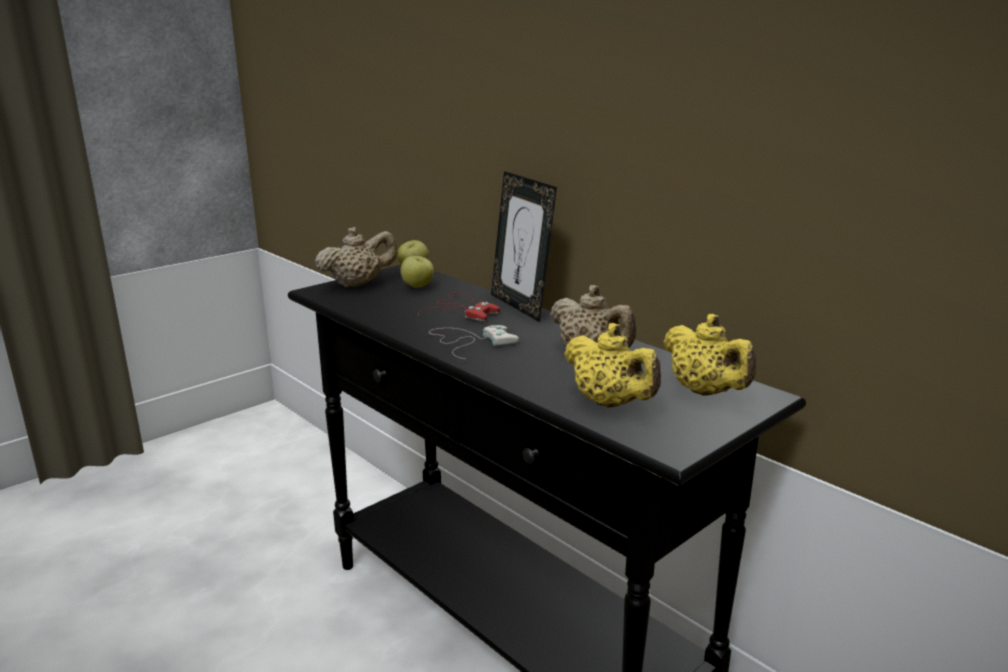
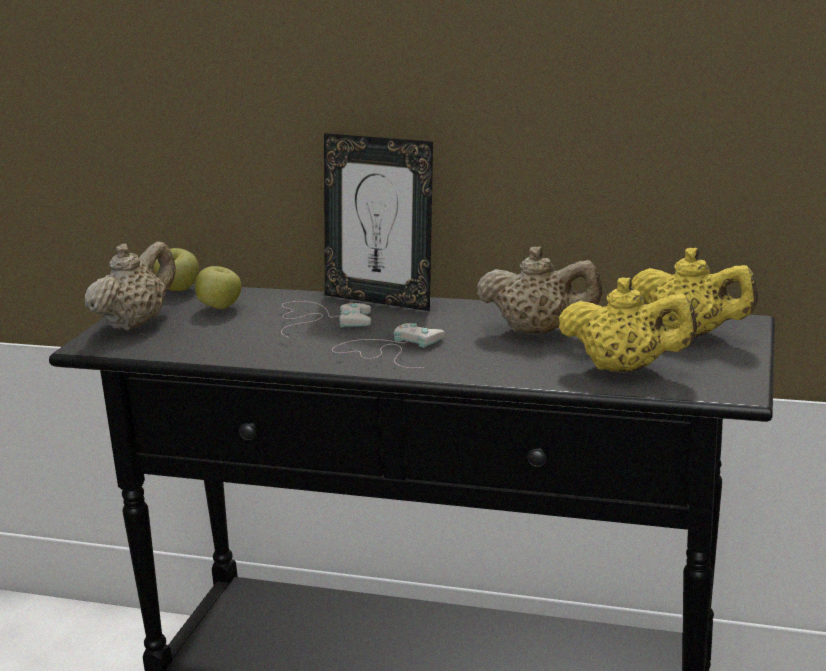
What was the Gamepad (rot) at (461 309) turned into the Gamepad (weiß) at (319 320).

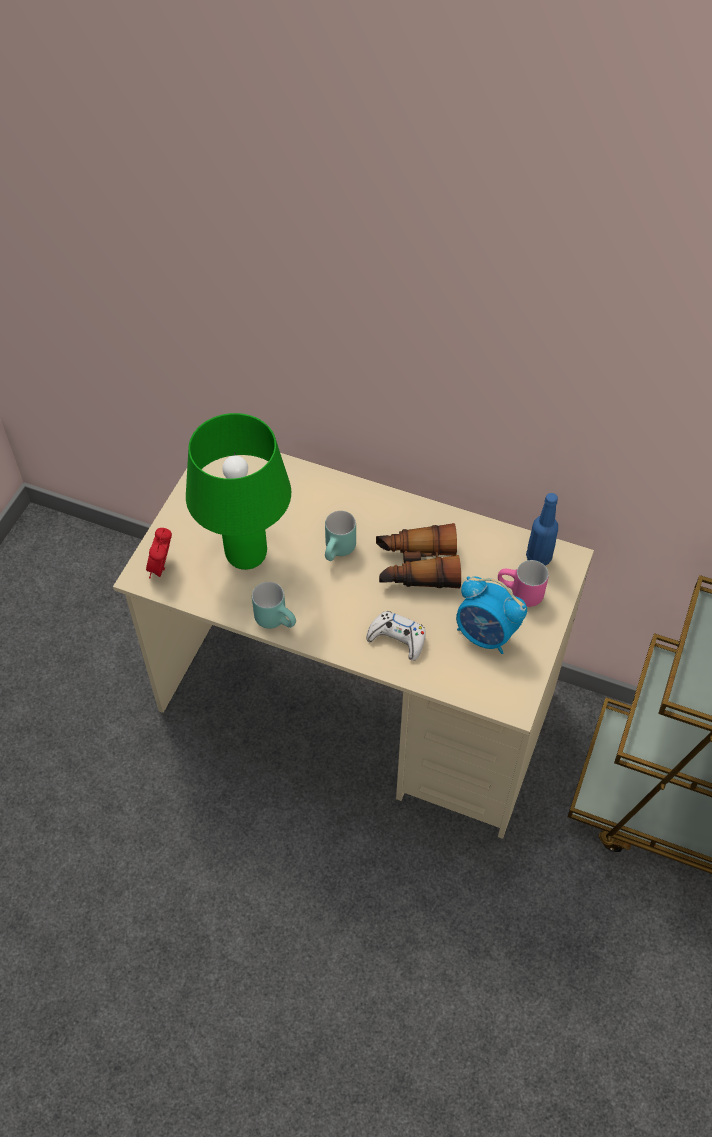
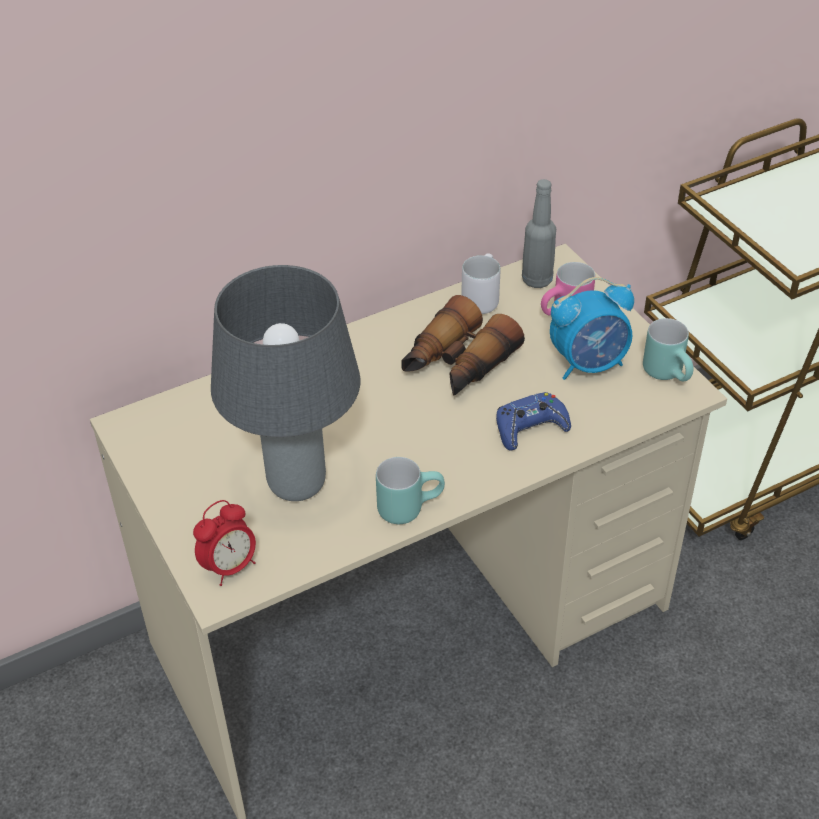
The Wecker at (162 568) ended up facing another way, 90 degrees counterclockwise from before.
What was the Tischlampe (grün) at (245 556) turned into the Tischlampe (grau) at (296 485).
The second view gained the Henkelbecher (weiß) at (479 298).
What was the Gamepad (weiß) at (397 639) turned into the Gamepad (blau) at (530 427).
What was the Flasche (blau) at (538 557) turned into the Flasche (grau) at (537 280).
The Henkelbecher (türkis) ended up elsewhere, having gone from (339 552) to (670 374).

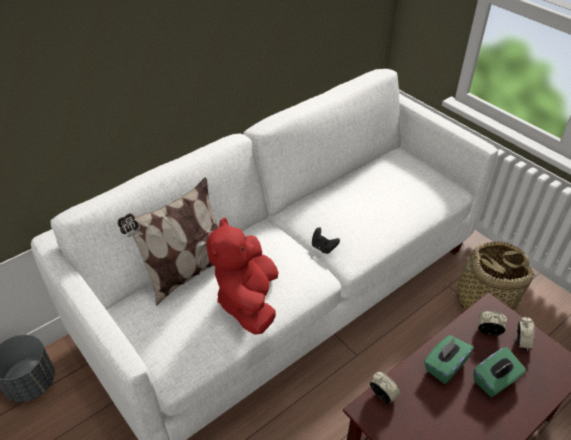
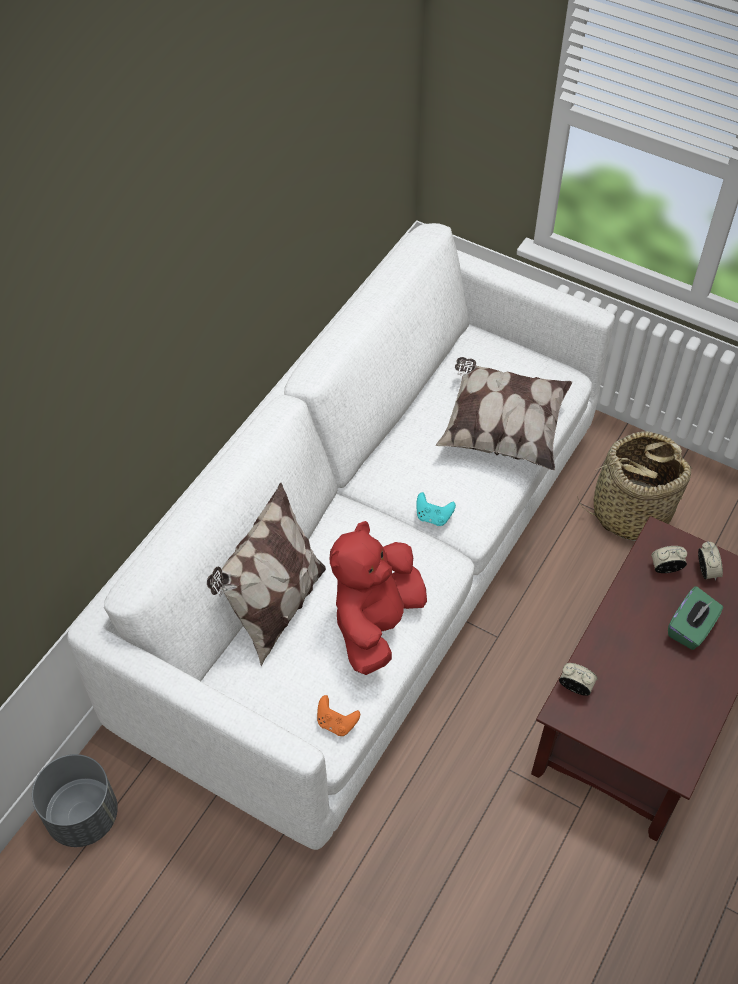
The second view gained the Gamepad (orange) at (336 723).
The Plüschtier (rot) at (248 301) ended up facing another way, 45 degrees clockwise from before.
What was the Gamepad (schwarz) at (323 247) turned into the Gamepad (türkis) at (433 517).
The second view gained the Kissen at (501 429).
The second view lost the Taschentuchbox (grün) at (444 366).

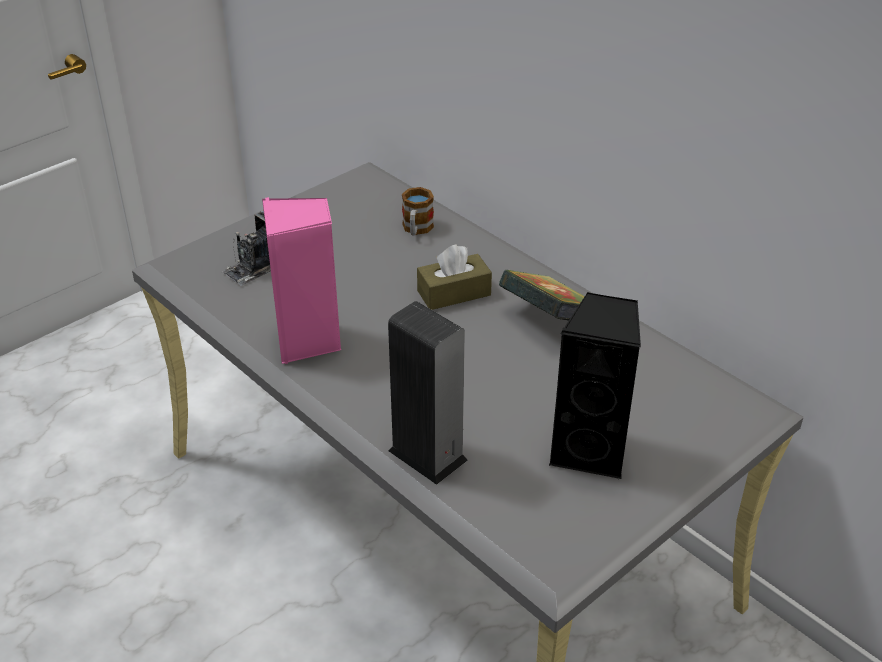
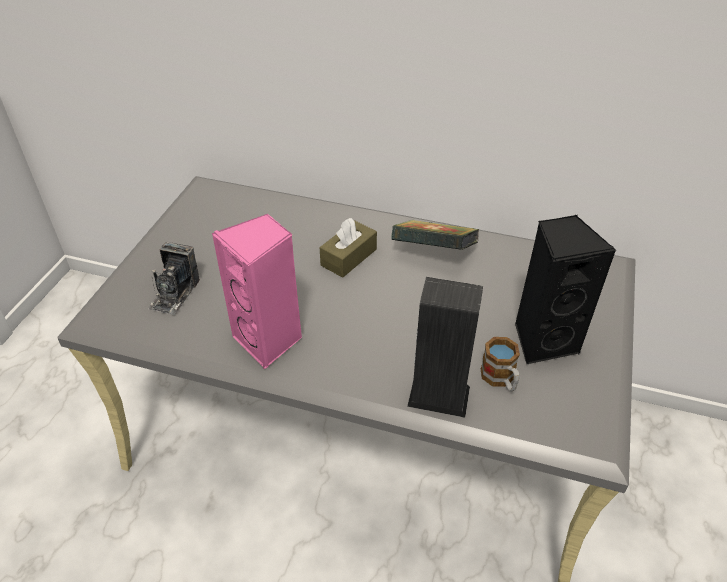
The Henkelbecher ended up elsewhere, having gone from (416 229) to (500 379).

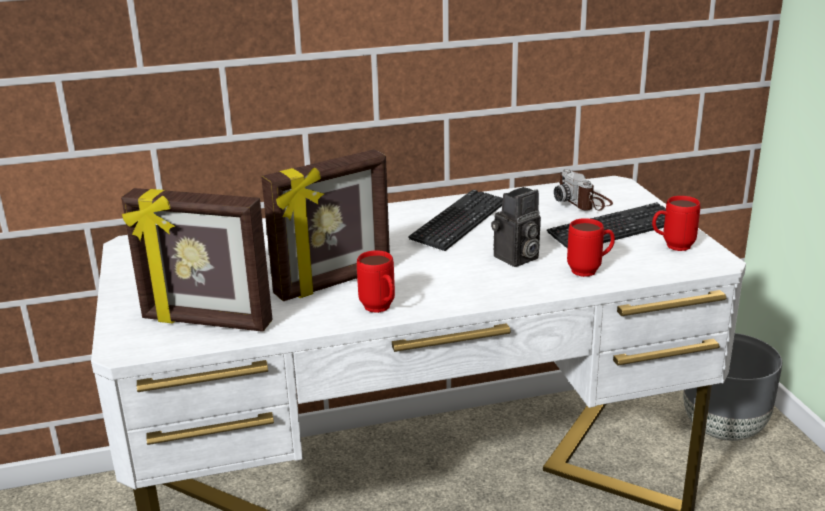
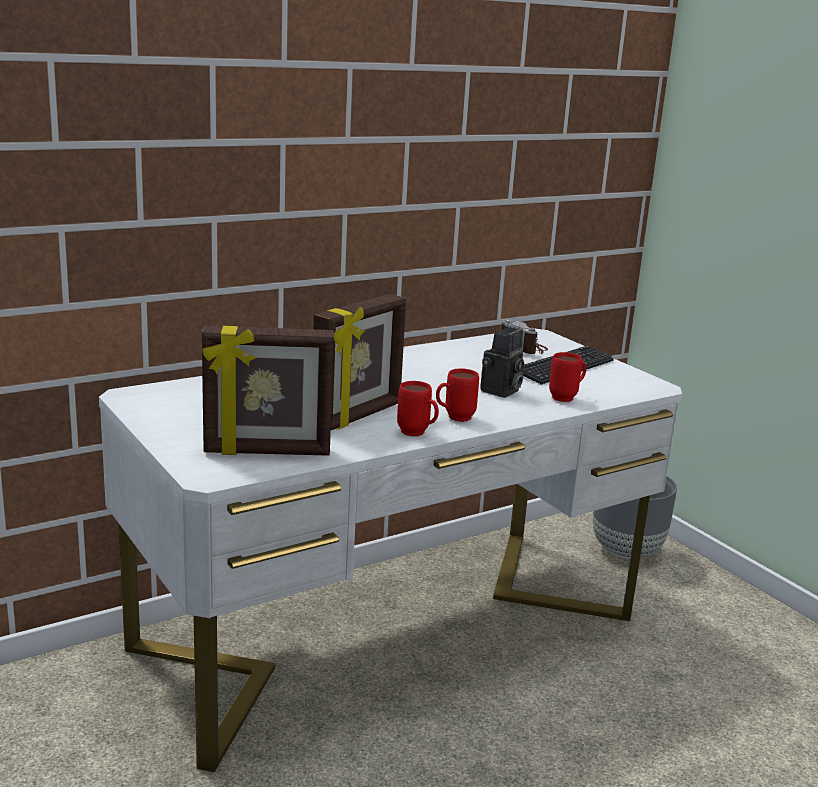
The Henkelbecher (rot) ended up elsewhere, having gone from (671 247) to (454 418).
The second view lost the Tastatur at (459 222).

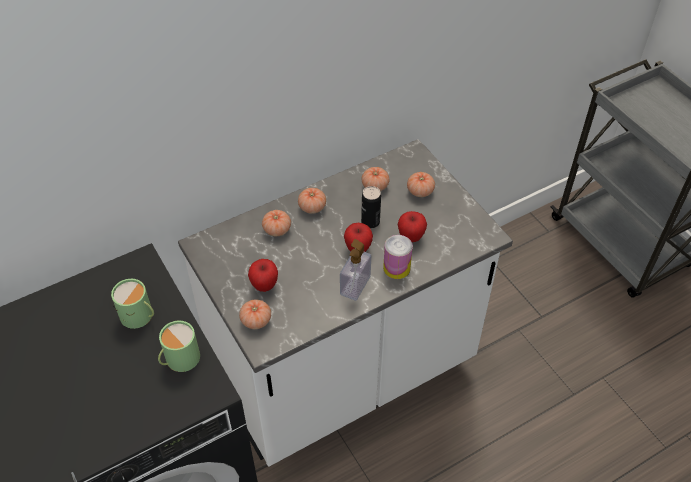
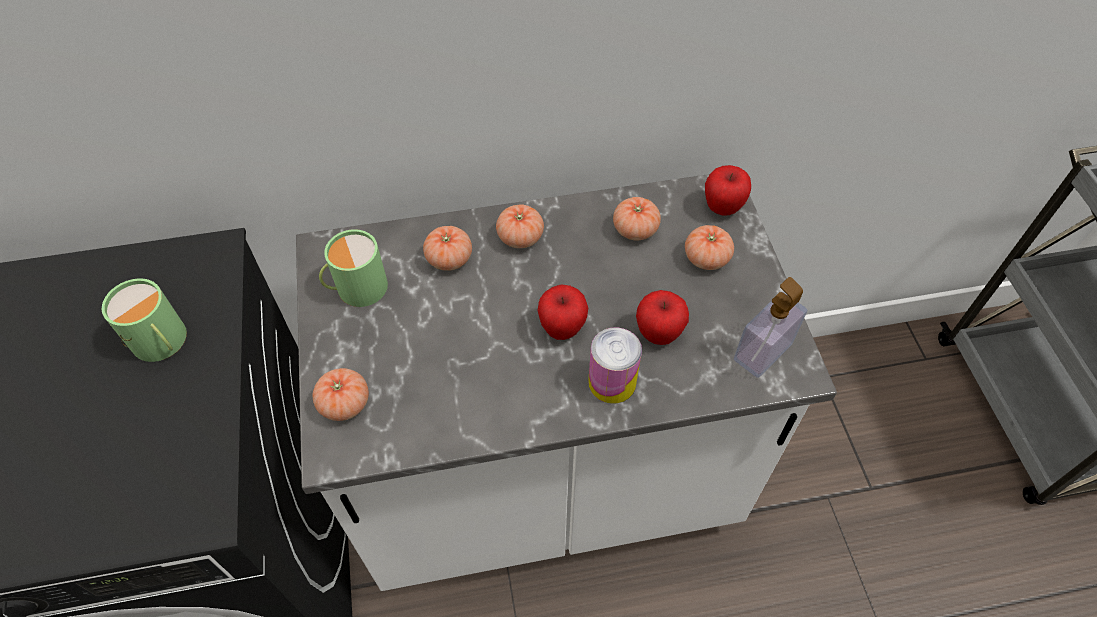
The Henkelbecher (grün) ended up elsewhere, having gone from (179 359) to (356 287).
The Apfel ended up elsewhere, having gone from (264 285) to (722 208).
The Seifenspender ended up elsewhere, having gone from (355 285) to (763 351).
The second view lost the Dose at (370 222).

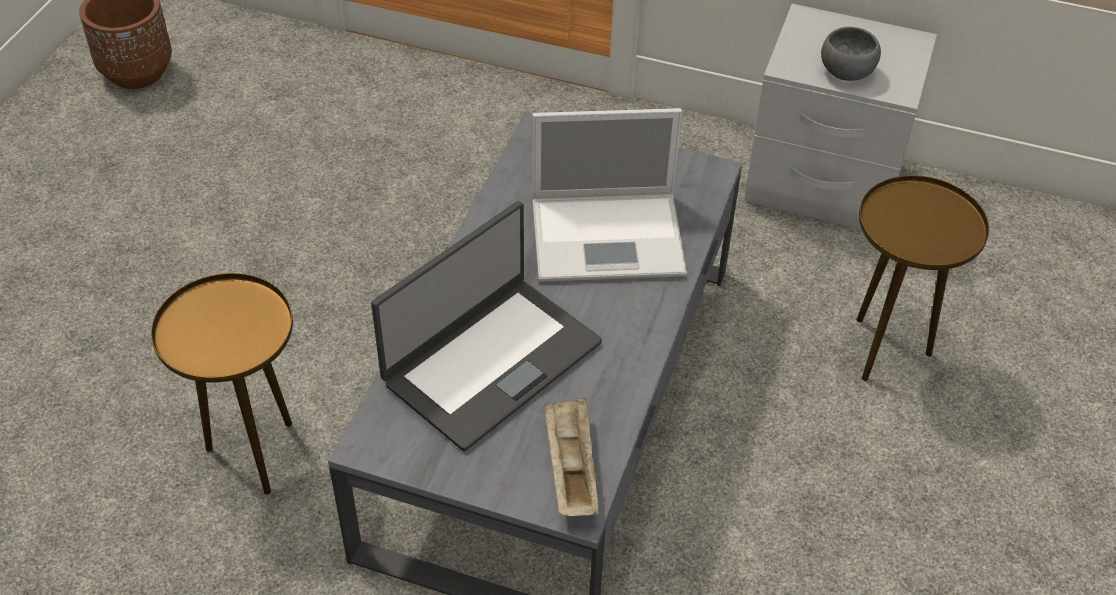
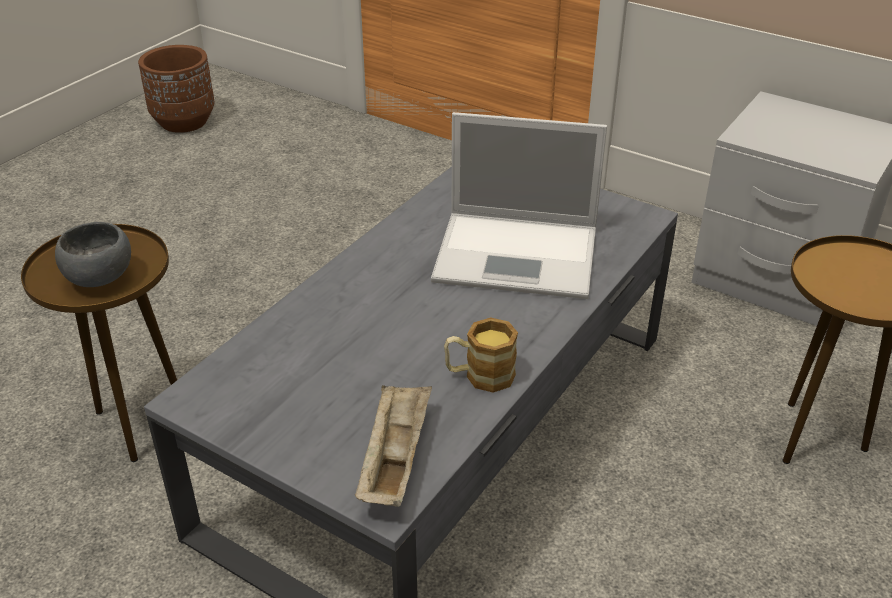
The Schüssel (grau) ended up elsewhere, having gone from (846 71) to (101 276).
The second view gained the Henkelbecher at (479 376).
The second view lost the Laptop at (490 361).

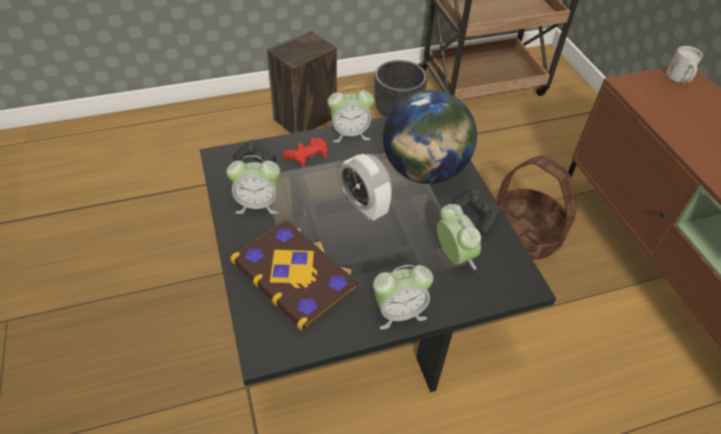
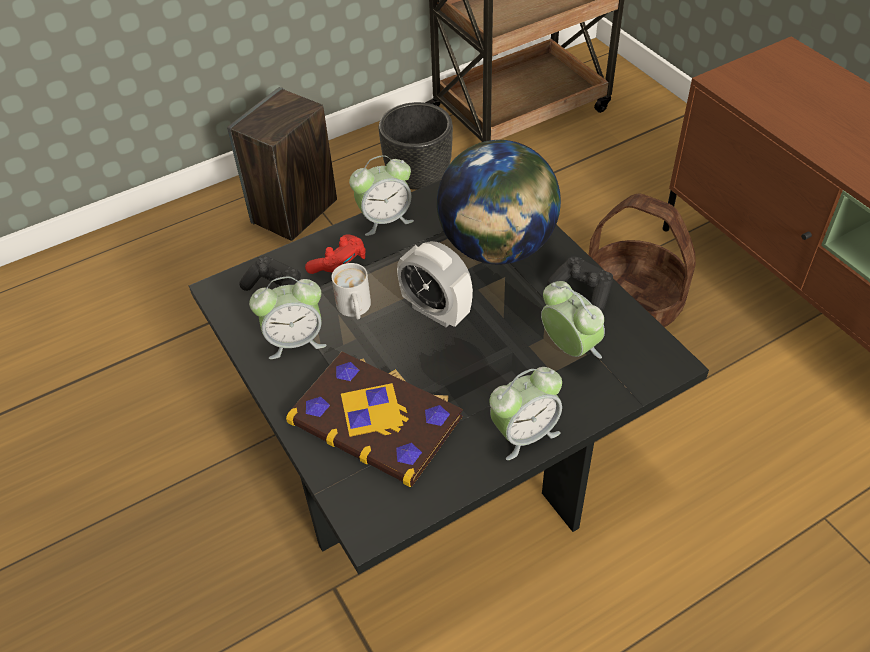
The Henkelbecher (weiß) ended up elsewhere, having gone from (680 79) to (355 310).

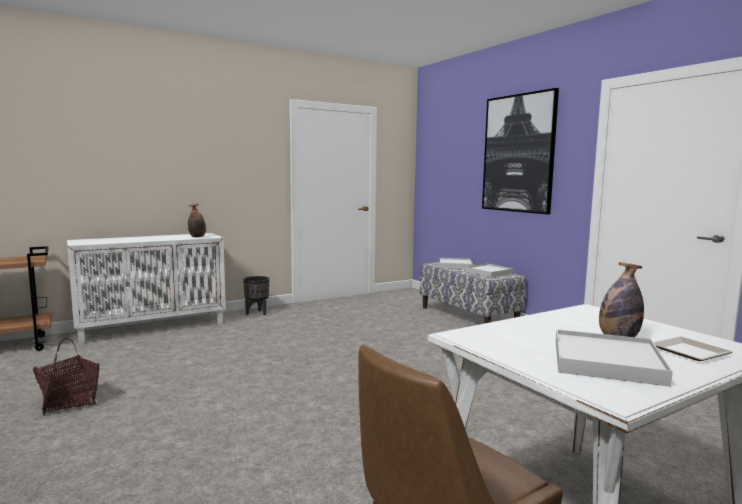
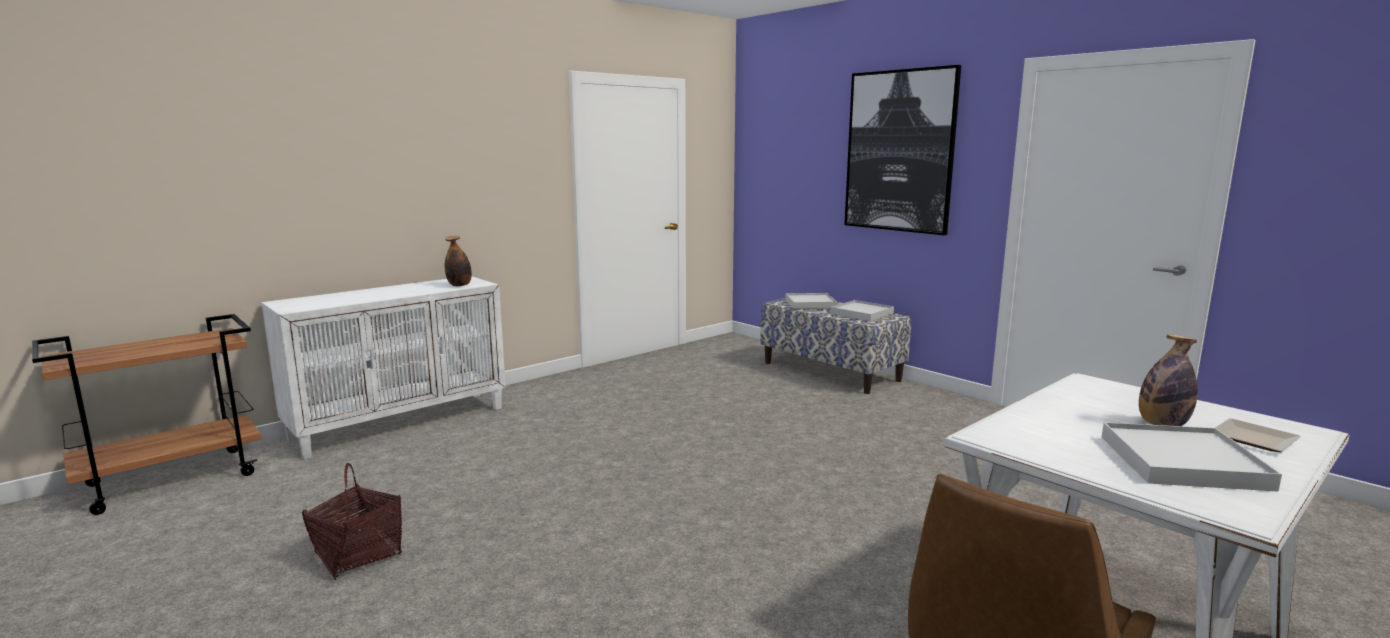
The second view lost the Pflanzkübel (schwarz) at (257 313).

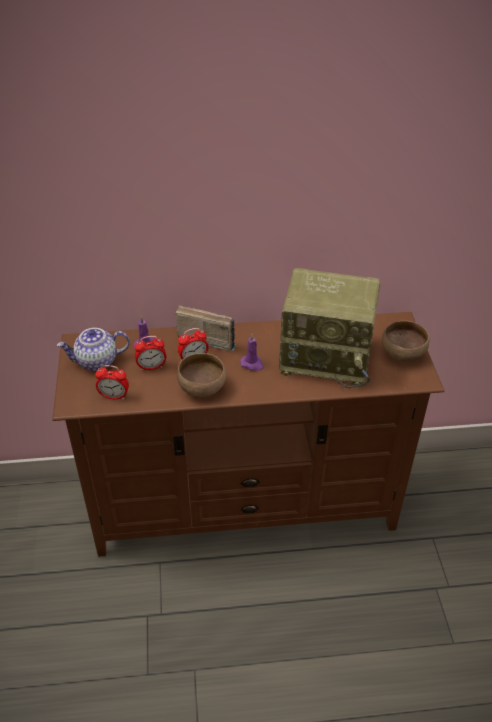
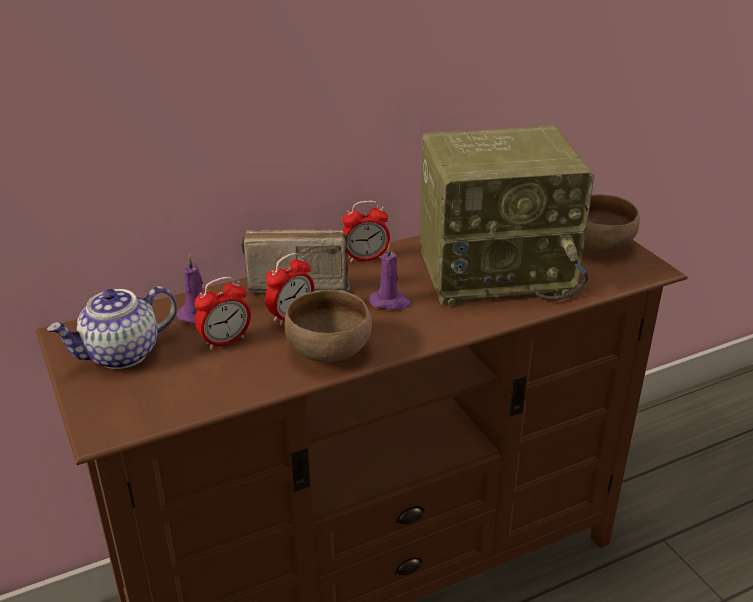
The Wecker ended up elsewhere, having gone from (114 396) to (365 258).

